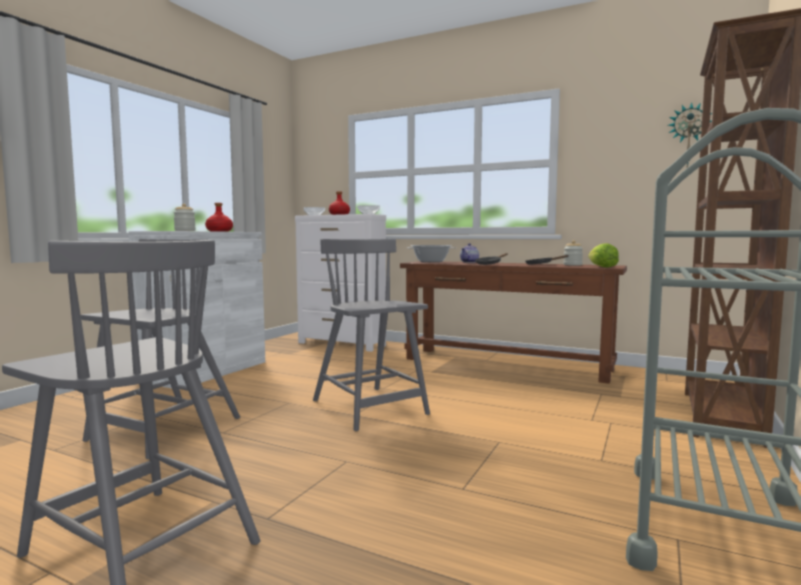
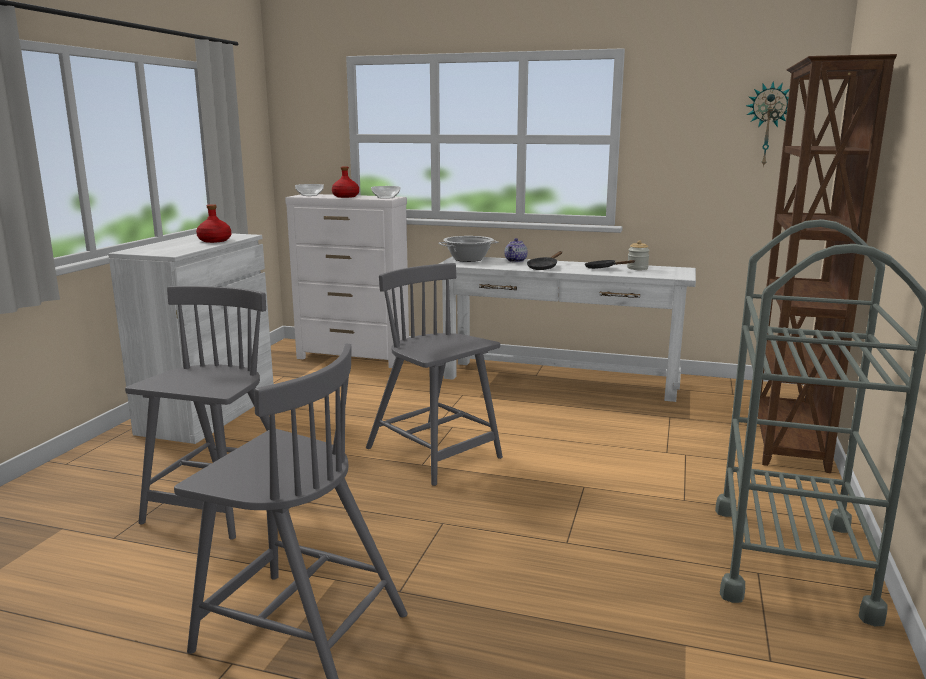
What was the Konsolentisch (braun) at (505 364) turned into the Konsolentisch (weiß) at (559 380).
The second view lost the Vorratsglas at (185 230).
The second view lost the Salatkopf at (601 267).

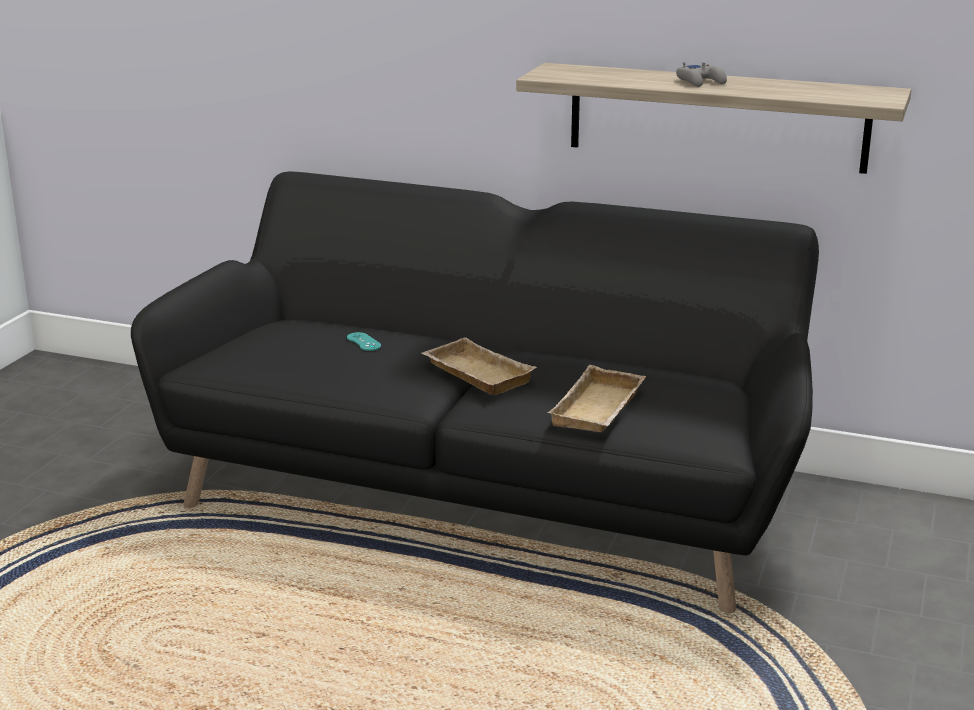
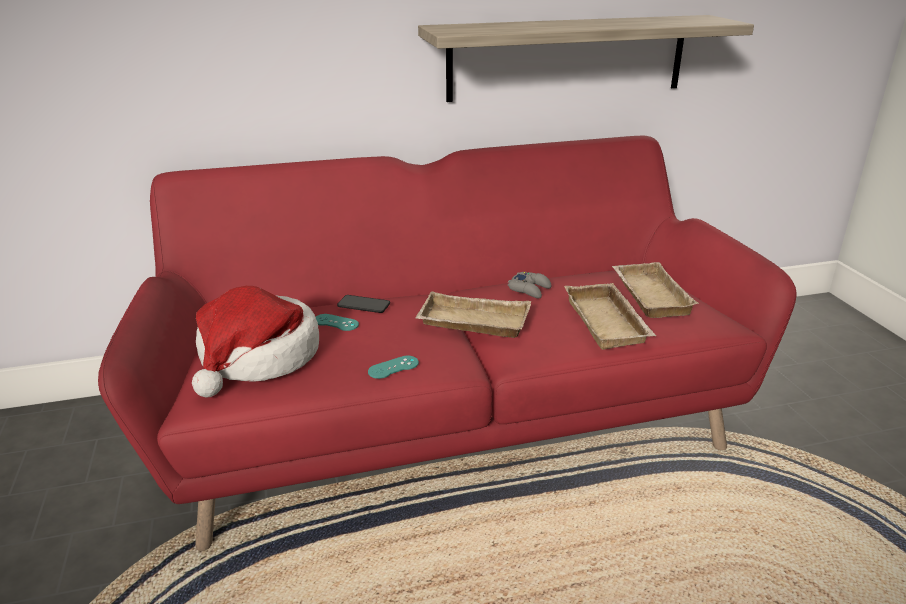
What was the Sofa (schwarz) at (486 495) turned into the Sofa (rot) at (453 420).
The second view gained the Hut at (258 357).
The second view gained the Handy at (363 305).
The second view gained the Gamepad (türkis) at (393 367).
The Gamepad (grau) ended up elsewhere, having gone from (701 82) to (529 289).
The second view gained the Tablett (beige) at (648 295).

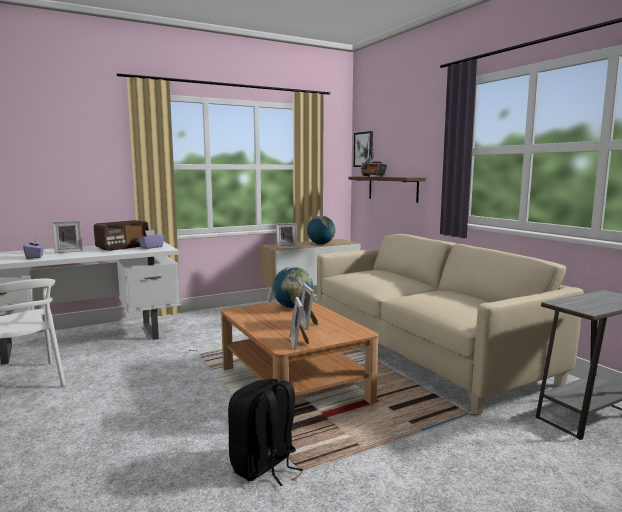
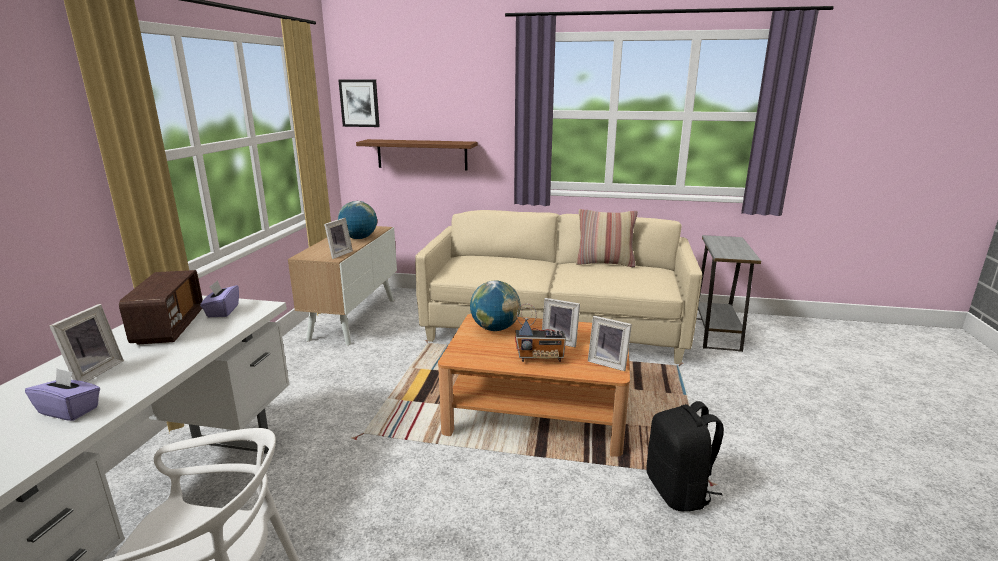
The Radio ended up elsewhere, having gone from (373 176) to (540 358).
The second view gained the Kissen at (604 263).

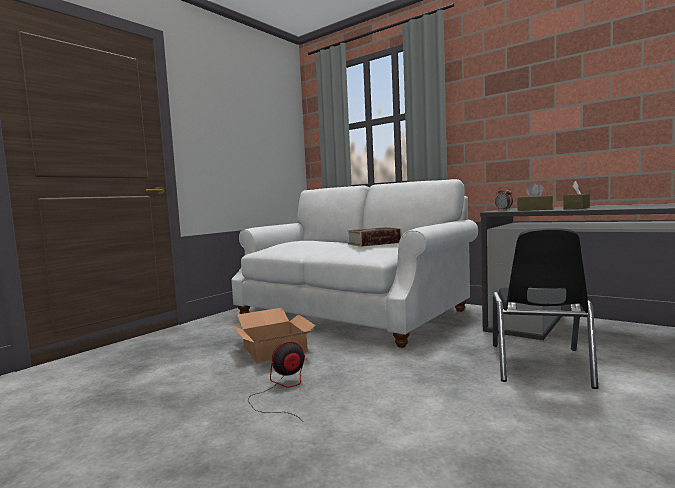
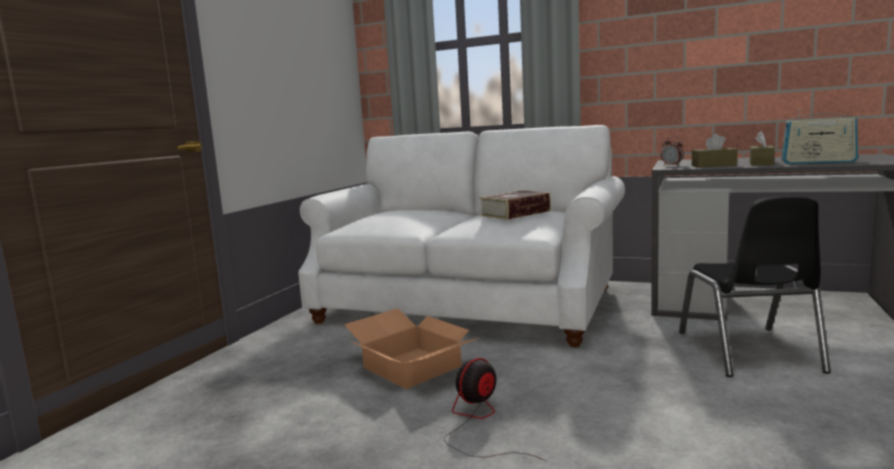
The second view gained the Radio at (818 162).

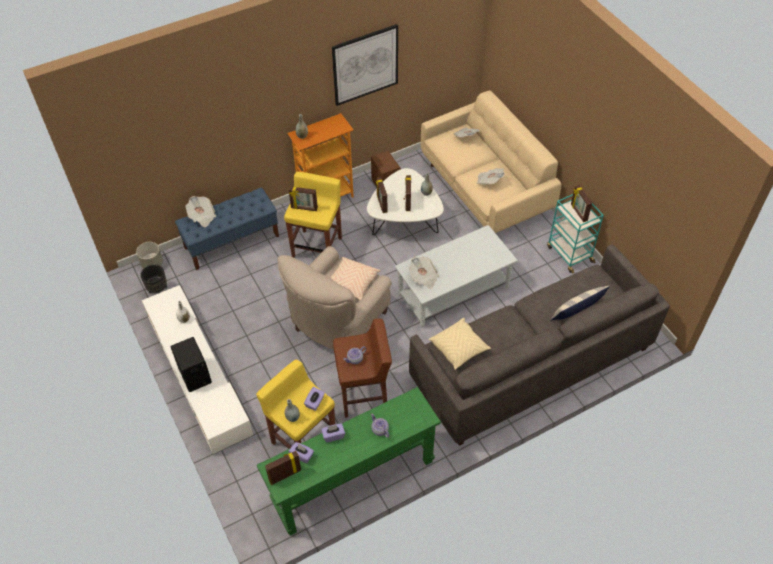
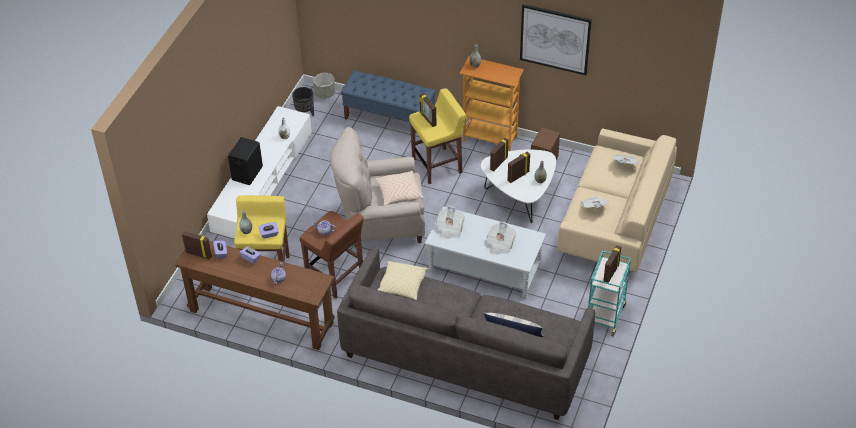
What was the Konsolentisch (grün) at (353 481) turned into the Konsolentisch (braun) at (261 317).
The Zeitung ended up elsewhere, having gone from (202 216) to (500 244).

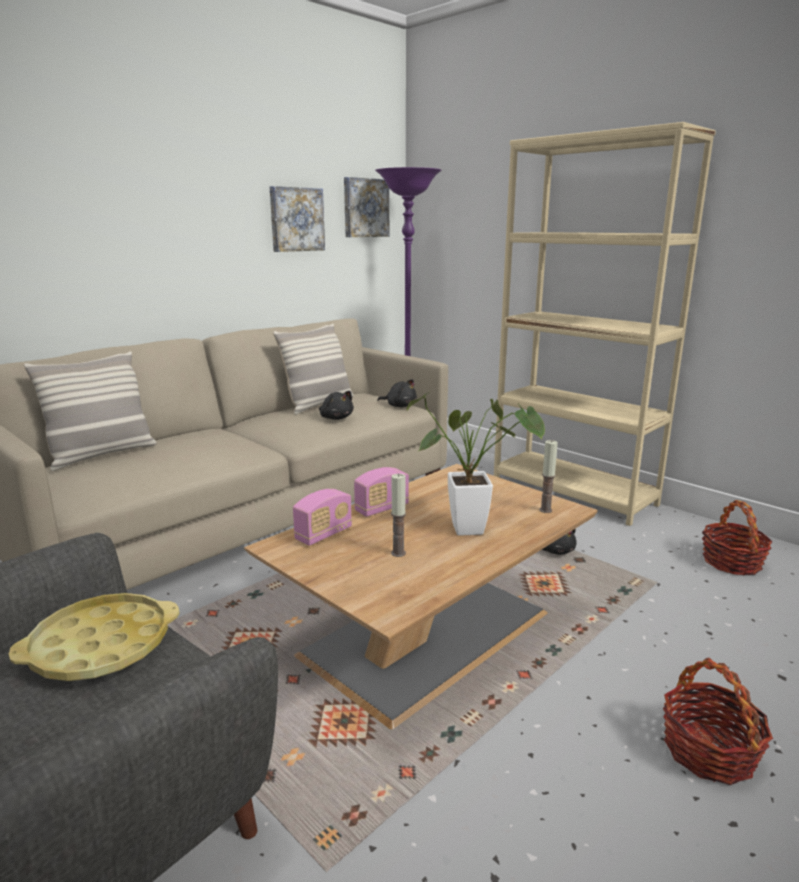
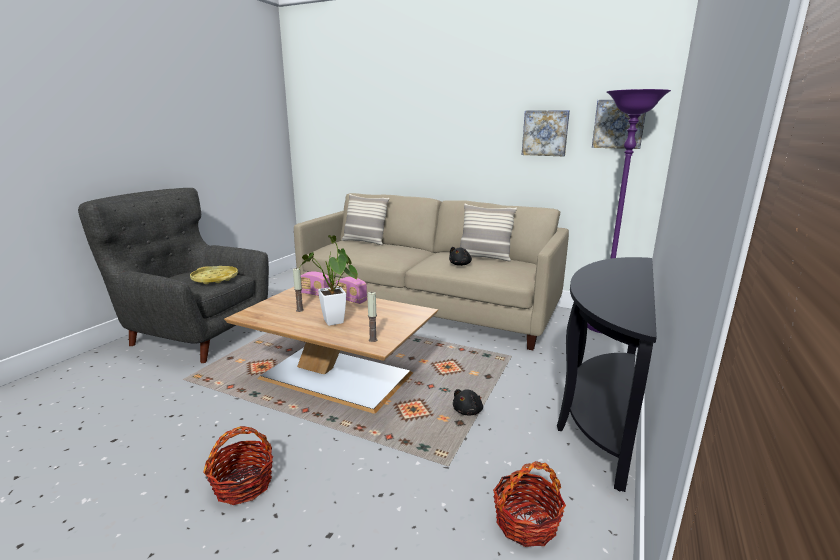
Where the Bücherregal (beige) stood at (573 492), the Konsolentisch (schwarz) came to stand at (597 413).
The second view lost the Plüschtier (schwarz) at (399 406).

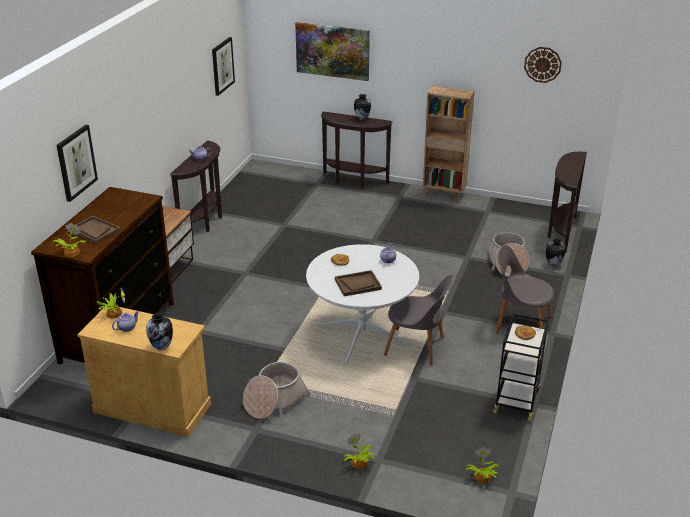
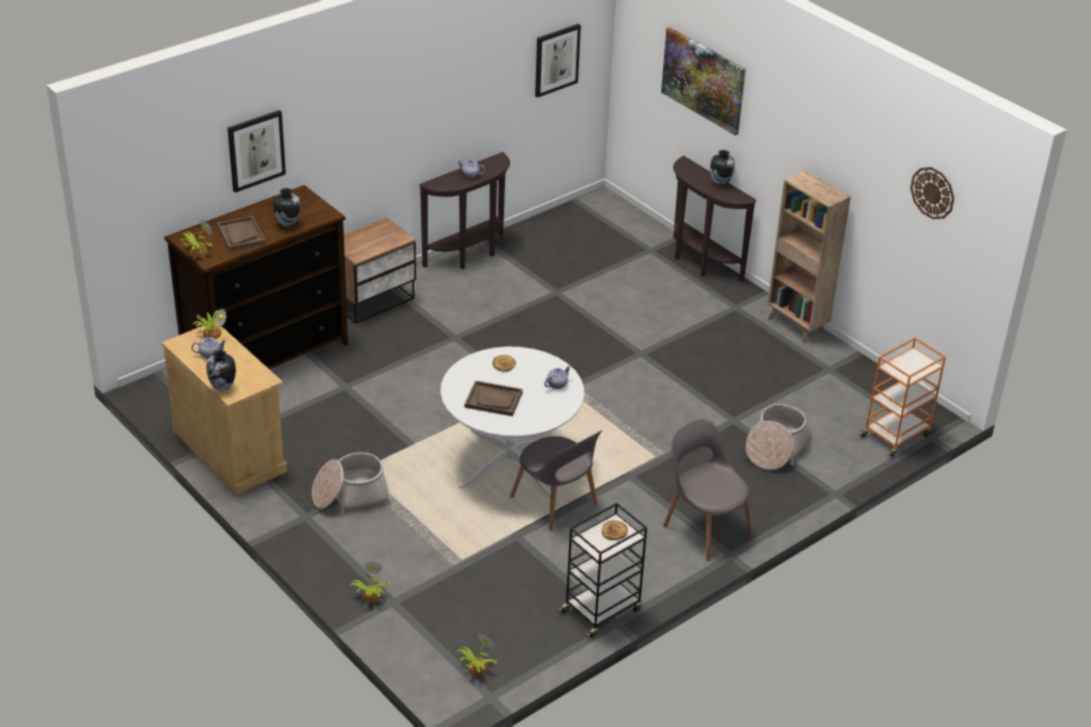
The Vase ended up elsewhere, having gone from (553 264) to (288 224).
Where the Konsolentisch (braun) stood at (561 232), the Rollwagen (orange) came to stand at (895 435).

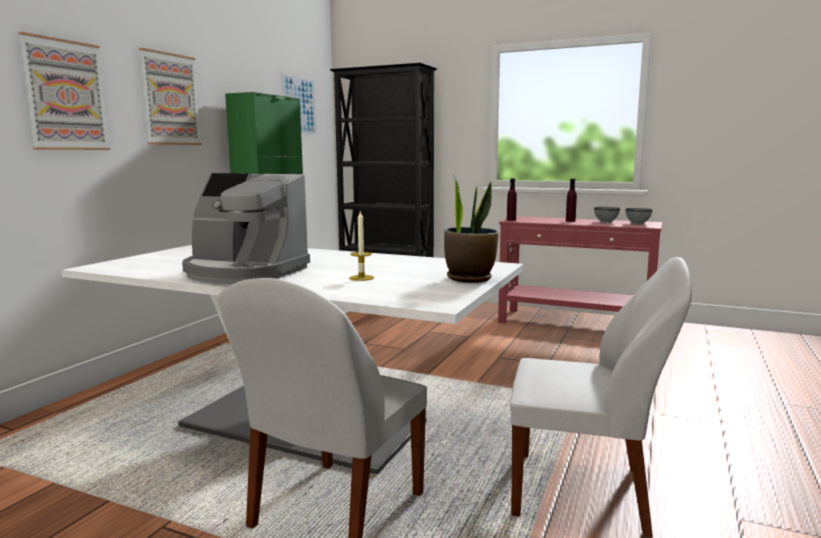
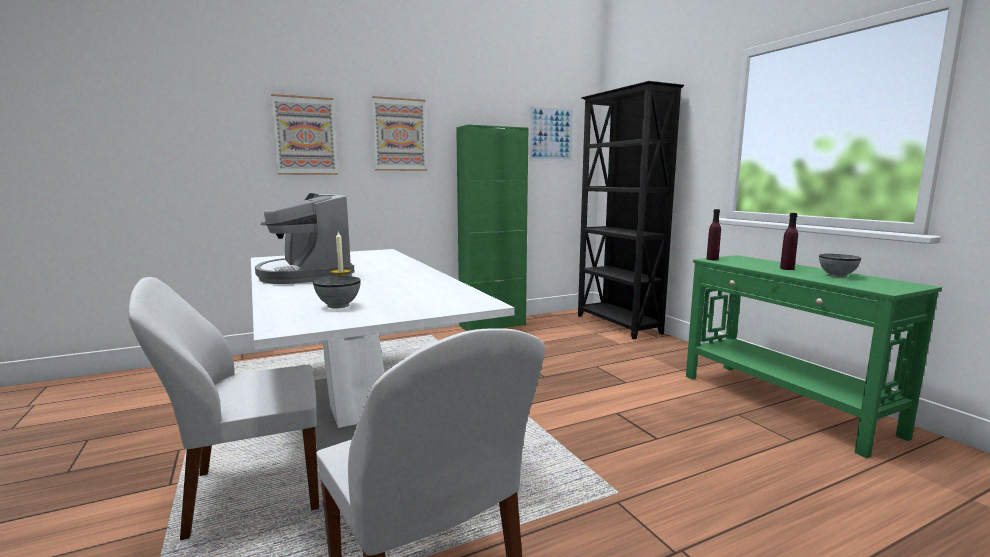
The Schüssel (grau) ended up elsewhere, having gone from (638 223) to (338 306).
What was the Konsolentisch (rot) at (575 324) turned into the Konsolentisch (grün) at (783 404).
The second view lost the Topfpflanze at (469 278).

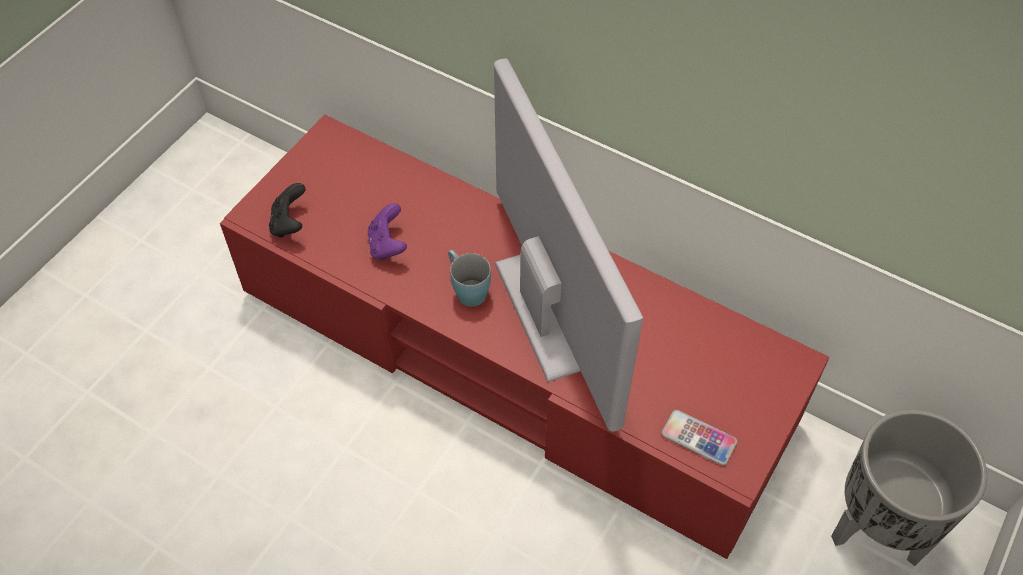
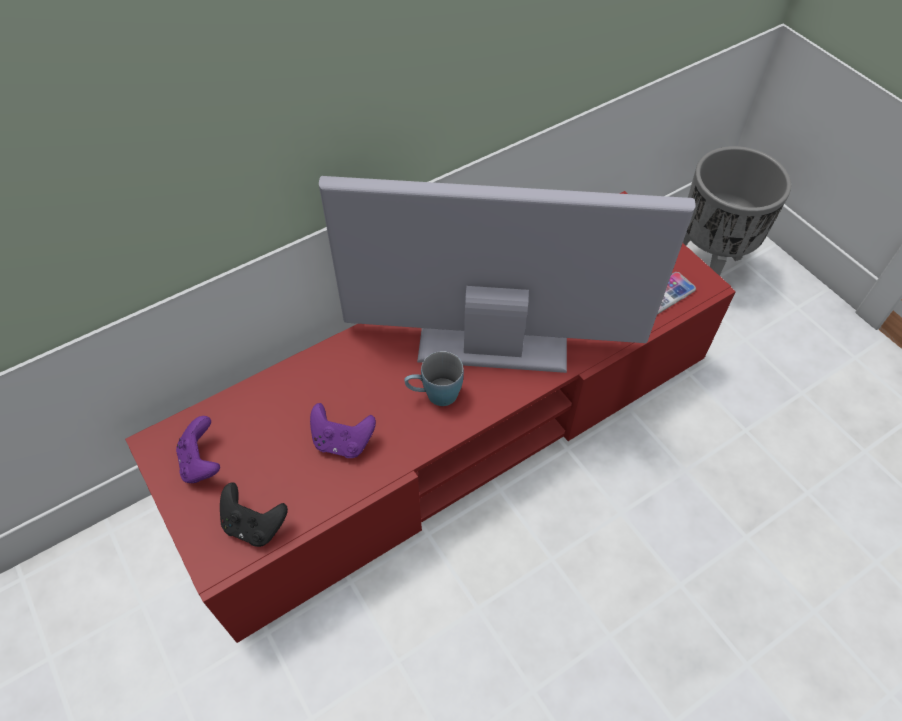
The second view gained the Gamepad (lila) at (202 462).

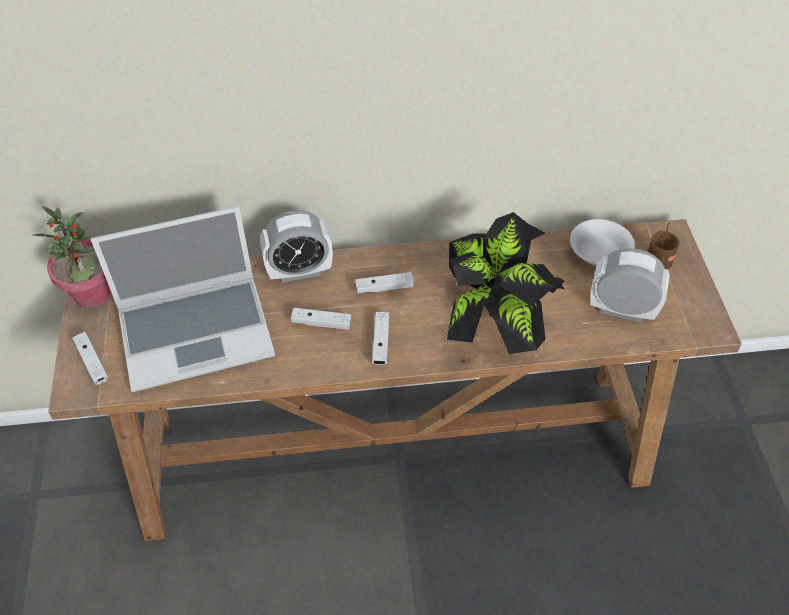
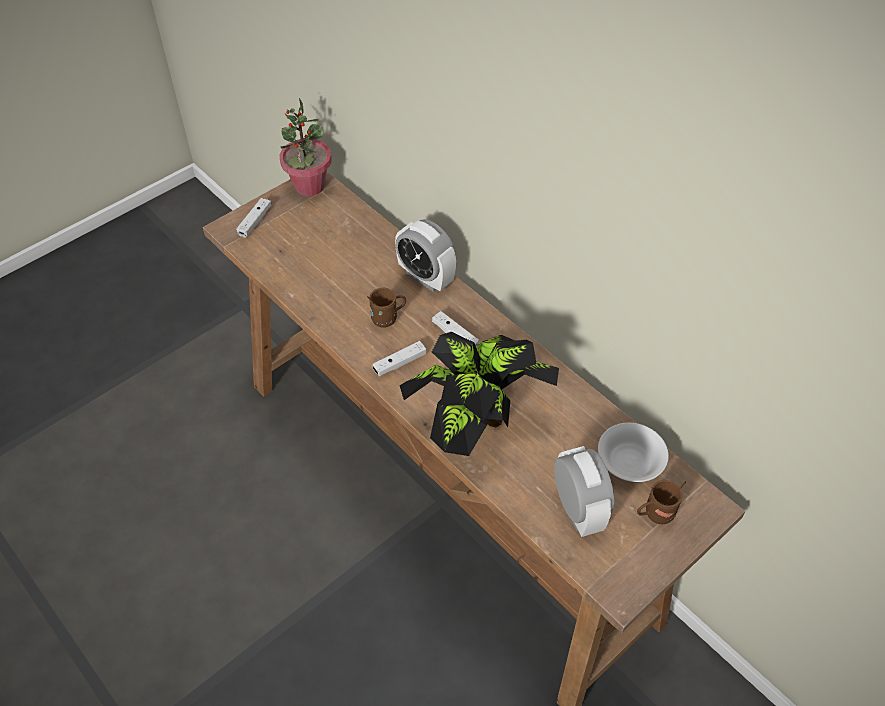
Where the Gamepad (weiß) stood at (321 323), the Henkelbecher (braun) came to stand at (388 318).
The second view lost the Laptop at (198 332).

